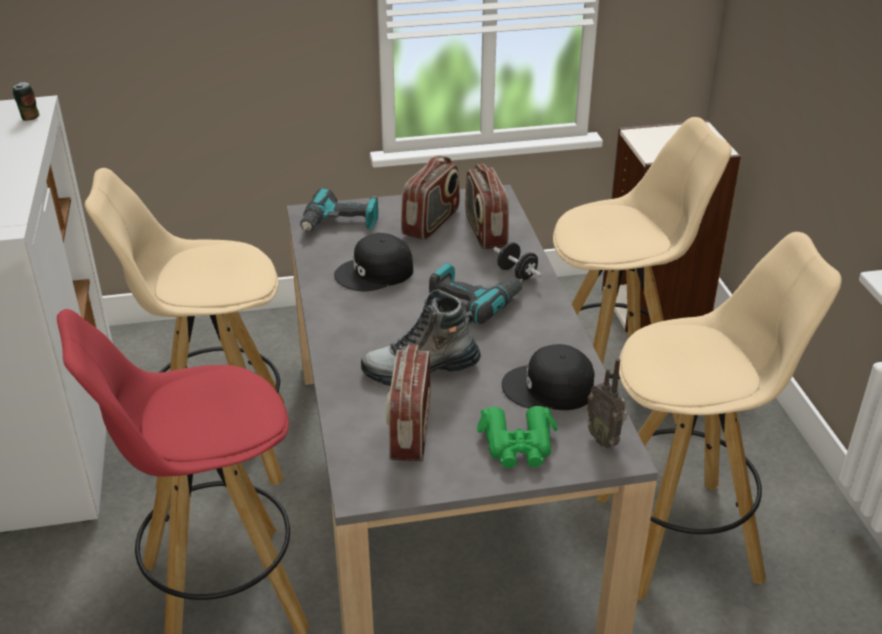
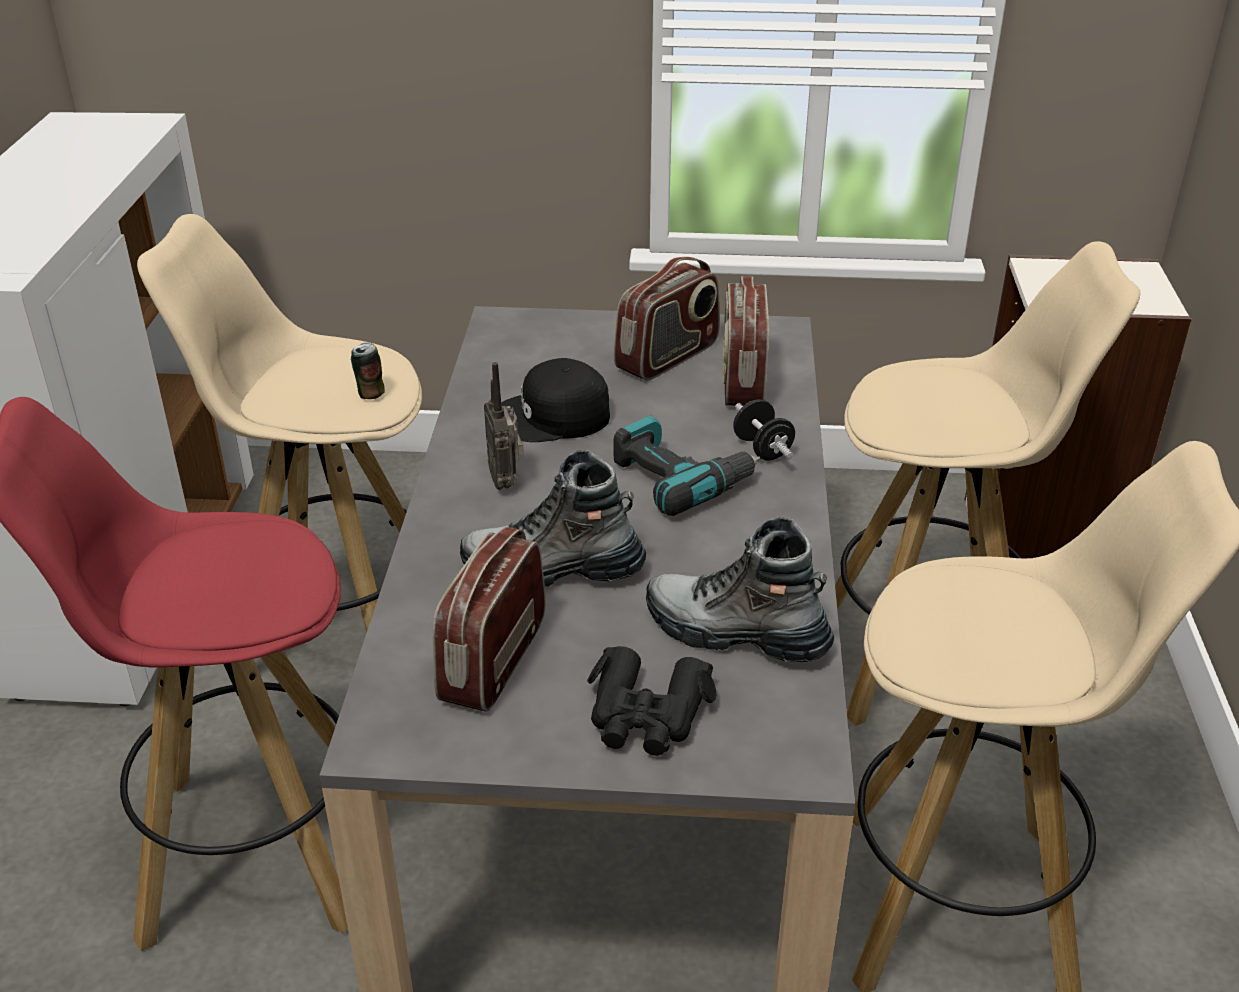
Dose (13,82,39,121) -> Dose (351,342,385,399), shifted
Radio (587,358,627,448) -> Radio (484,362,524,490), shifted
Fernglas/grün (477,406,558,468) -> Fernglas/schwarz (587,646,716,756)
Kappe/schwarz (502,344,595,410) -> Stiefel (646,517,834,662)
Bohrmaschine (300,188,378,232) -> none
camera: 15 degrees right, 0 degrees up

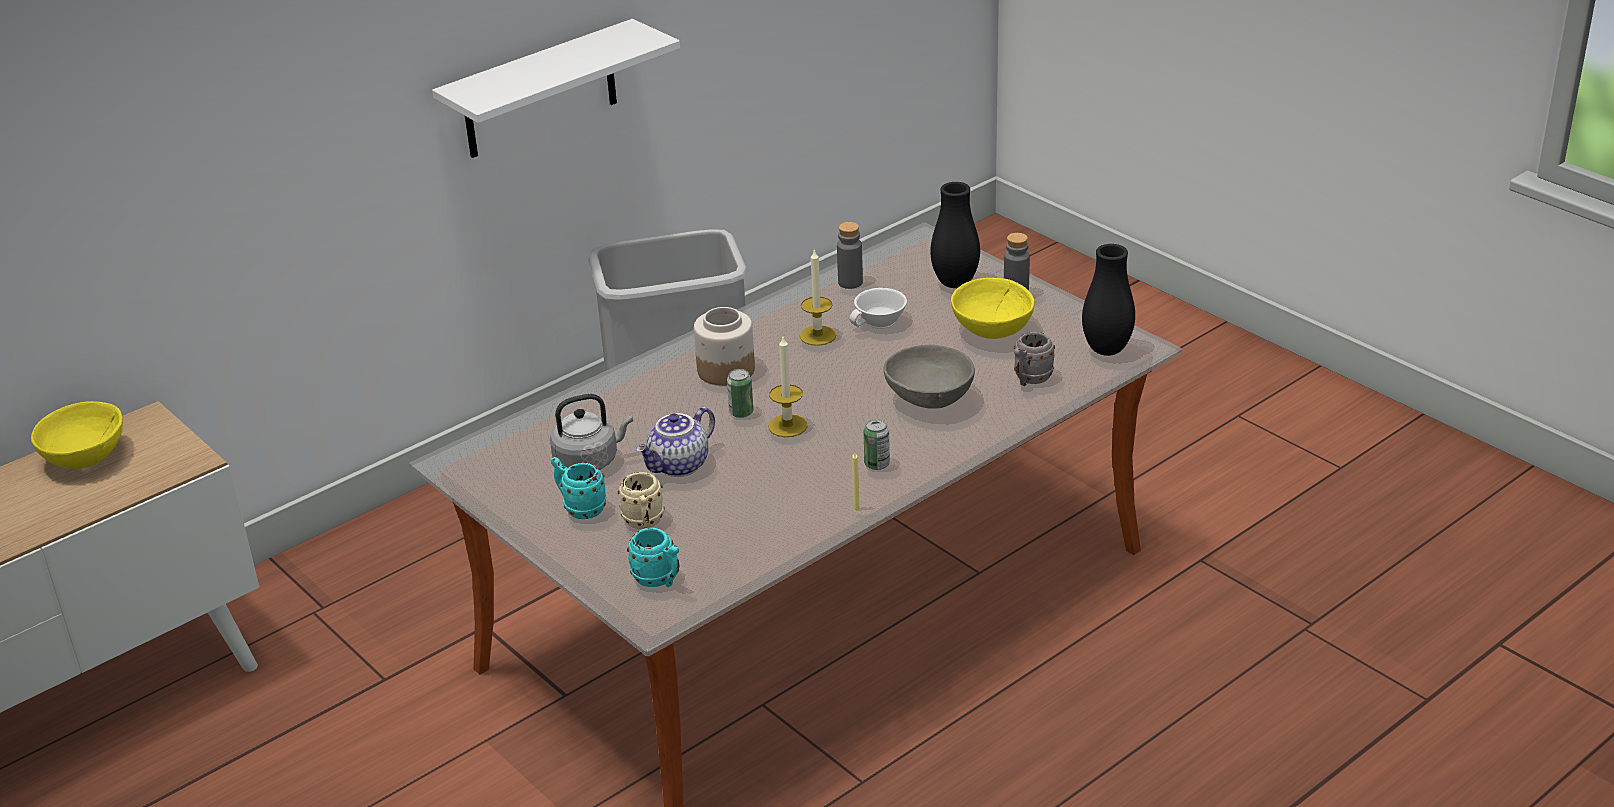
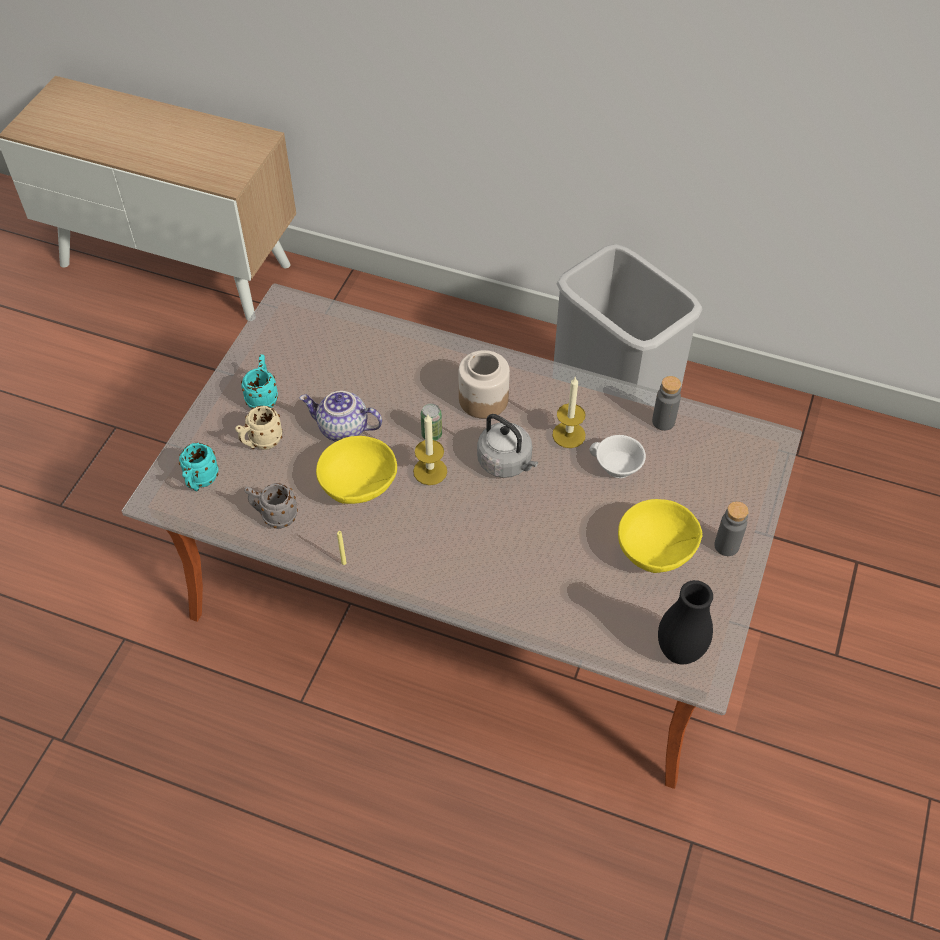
Henkelbecher/grau (1014,332,1055,386) -> Henkelbecher/grau (244,483,298,528), shifted
Schüssel/gelb (31,401,123,469) -> Schüssel/gelb (316,436,397,504), shifted
Wasserkessel/grau (550,394,633,470) -> Wasserkessel/grau (477,414,538,478), shifted
Wandregal/weiß (432,19,680,158) -> none
Dose (863,419,890,470) -> none
Schüssel/grau (883,345,975,409) -> none
Vase/schwarz (930,182,980,288) -> none
camera: 60 degrees right, 20 degrees up

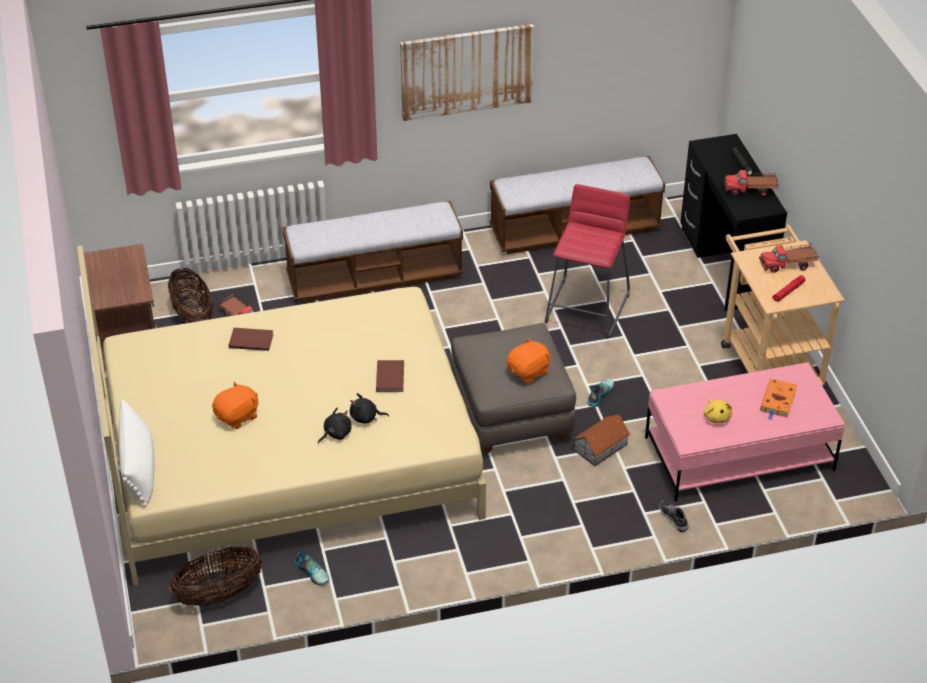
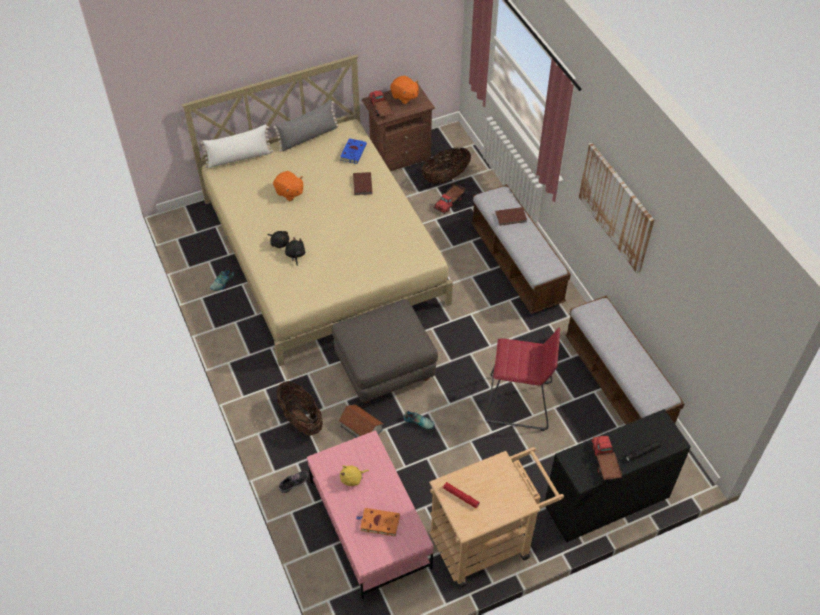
none -> Kissen/grau (273,100,339,151)
Korb (169,547,262,606) -> Korb (276,381,323,436), shifted
none -> Buch/blau (340,138,367,164)
Spielzeuglaster (759,244,819,273) -> Spielzeuglaster (369,90,393,117), shifted
Plüschtier/orange (507,338,551,383) -> Plüschtier/orange (390,75,419,104), shifted
Buch/braun (376,360,404,392) -> Buch/braun (495,207,527,226), shifted
camera: 80 degrees right, 10 degrees up

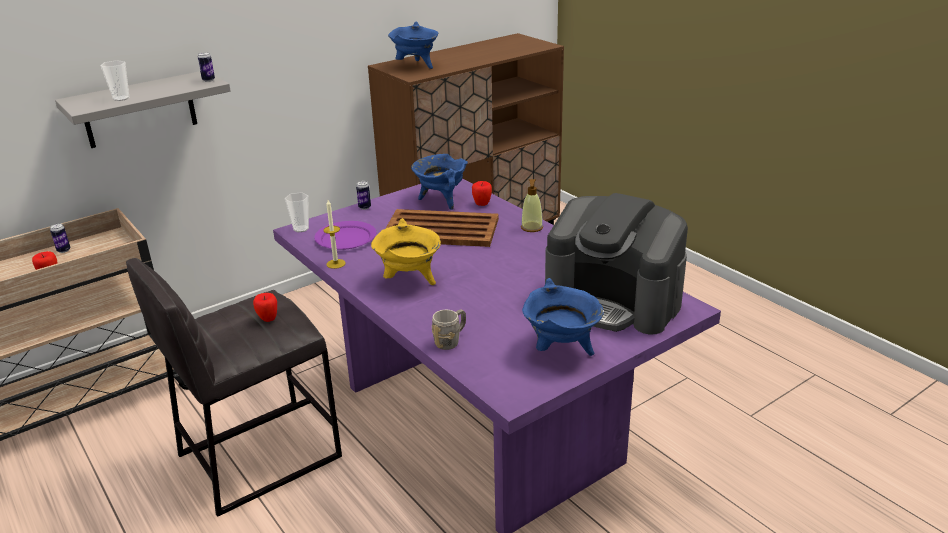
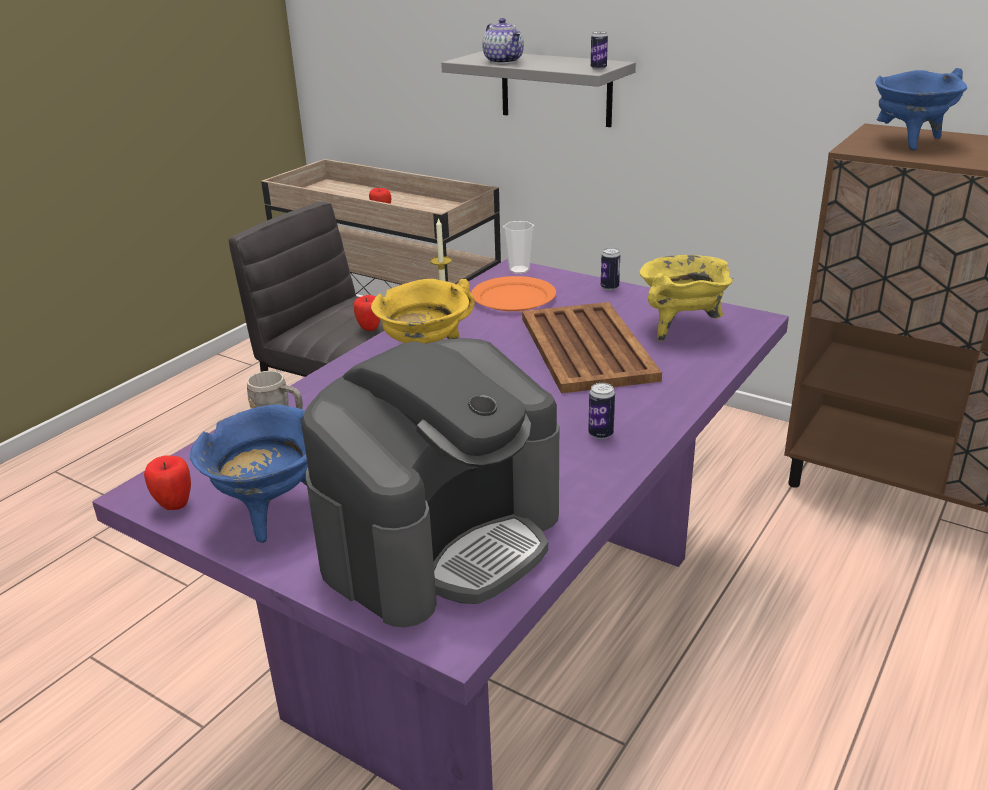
Apfel (472,181,492,206) -> Apfel (144,455,191,510), shifted
Kaffeemaschine (545,193,688,335) -> Kaffeemaschine (302,338,559,627), 150 degrees counterclockwise
Teller/lila (314,221,376,250) -> Teller/orange (471,276,556,311)
Tasse (101,60,129,101) -> Teekanne (482,18,524,64)
Dose (50,223,71,253) -> Dose (588,383,615,439), shifted
Kochtopf/blau (411,154,468,210) -> Kochtopf/gelb (639,255,734,341)
Seifenspender (521,179,543,232) -> none
camera: 70 degrees right, 0 degrees up

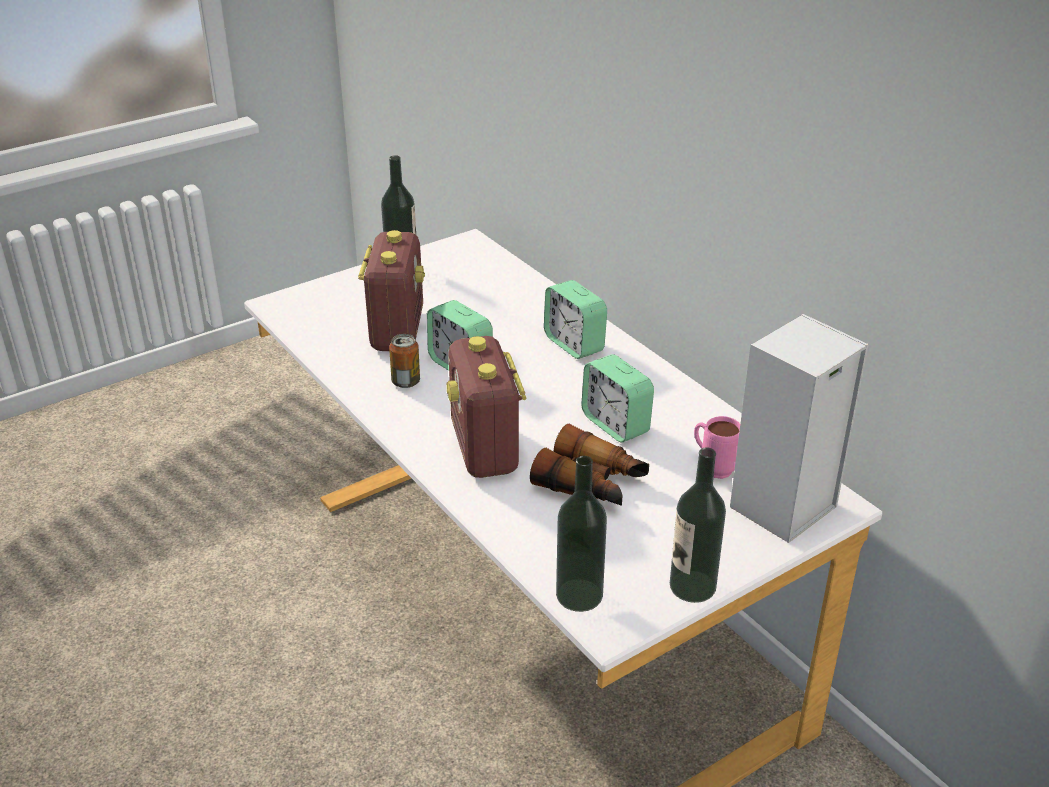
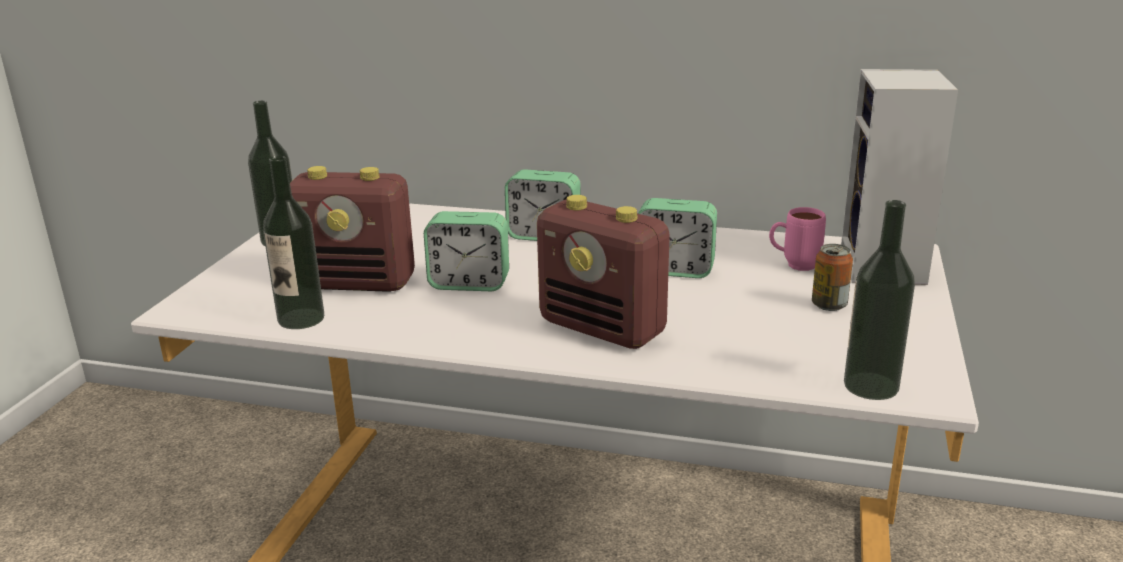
Flasche (670,448,726,603) -> Flasche (263,156,324,329), shifted
Radio (358,230,425,351) -> Radio (290,166,415,292), 135 degrees clockwise
Dose (389,334,420,388) -> Dose (812,244,853,311), shifted
Fernglas (530,424,649,506) -> none
camera: 40 degrees left, 10 degrees down

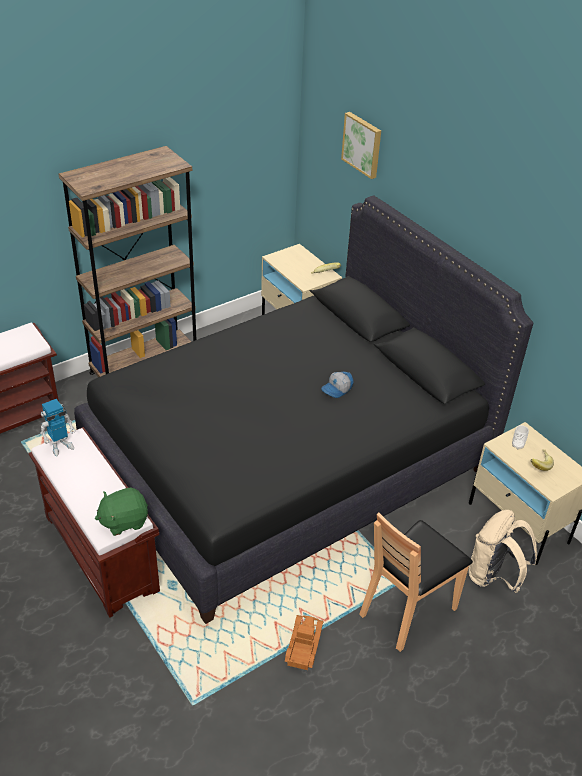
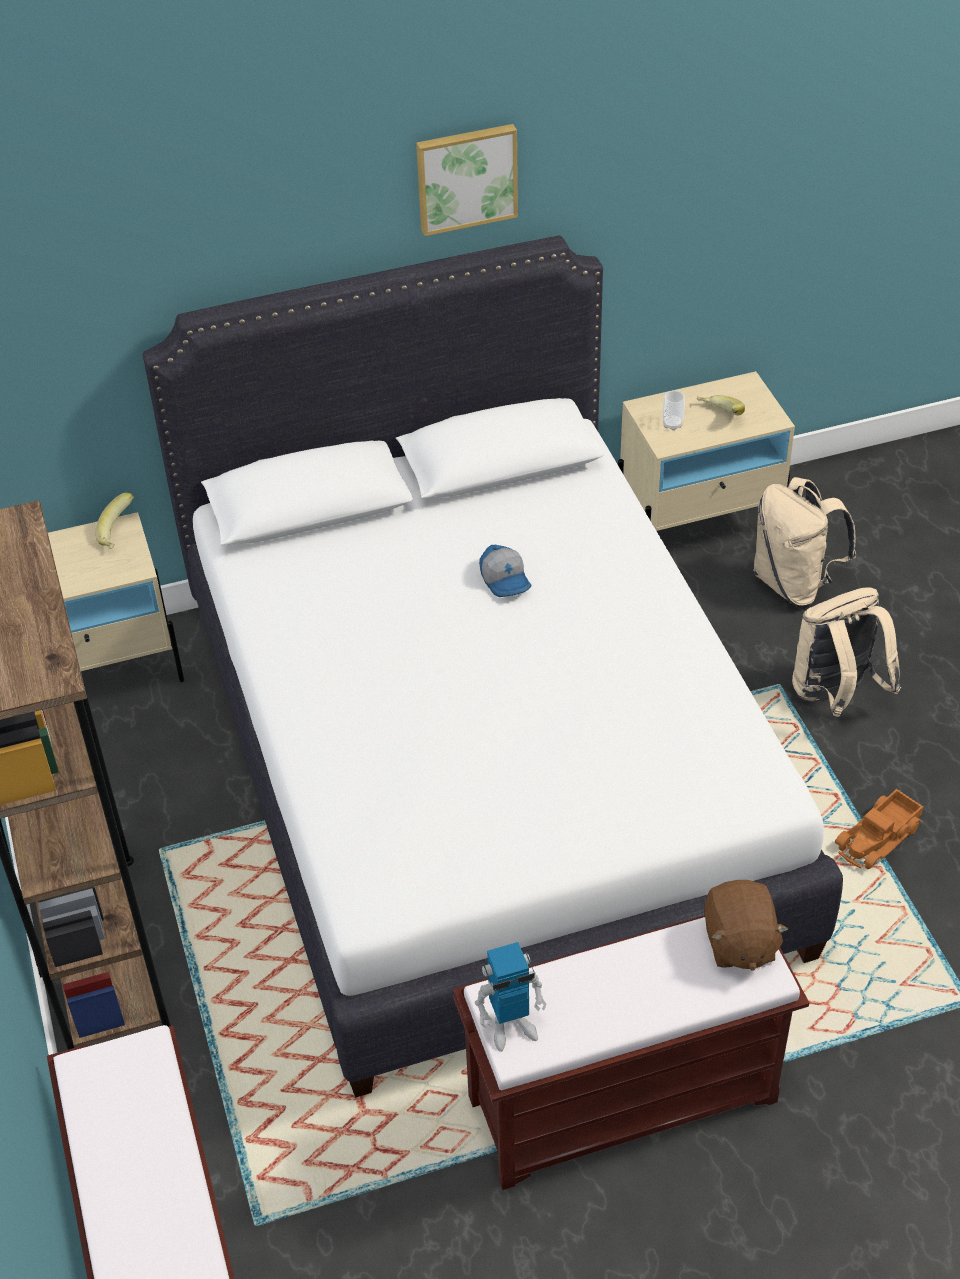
Bett/schwarz (74,195,534,624) -> Bett/weiß (143,235,843,1098)
Bild (341,112,381,179) -> Bild (416,124,518,236), shifted
Spielzeugroboter (40,399,76,456) -> Spielzeugroboter (475,942,547,1052), 90 degrees clockwise
Plüschtier/grün (95,487,148,536) -> Plüschtier/braun (704,880,788,971)
Stuhl/braun (359,513,473,652) -> Rucksack/beige (792,587,901,717)
Spielzeuglaster (285,615,324,670) -> Spielzeuglaster (835,789,923,869), 75 degrees counterclockwise
camera: 70 degrees left, 5 degrees up

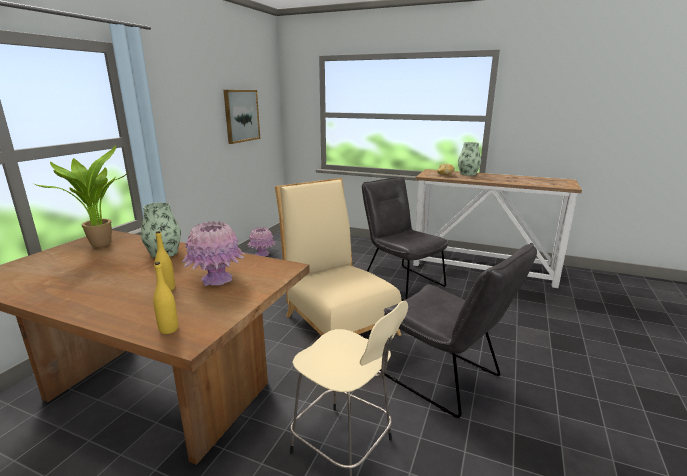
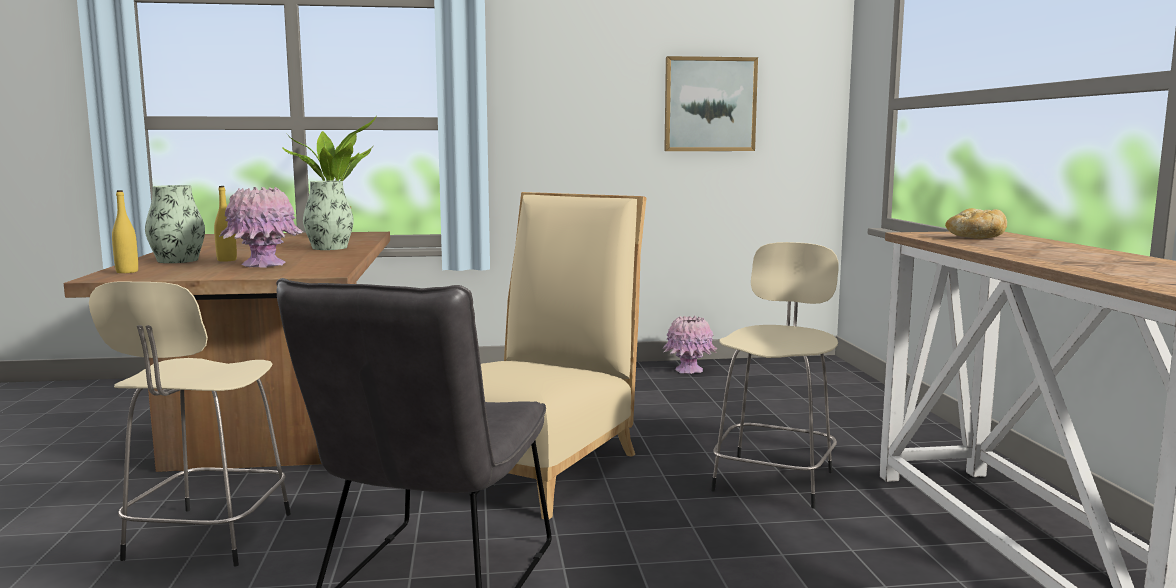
Vase (458,142,481,176) -> Vase (145,185,205,263), shifted
Stuhl/grau (362,177,449,301) -> Hocker/beige (711,242,839,509)
camera: 60 degrees right, 10 degrees down

